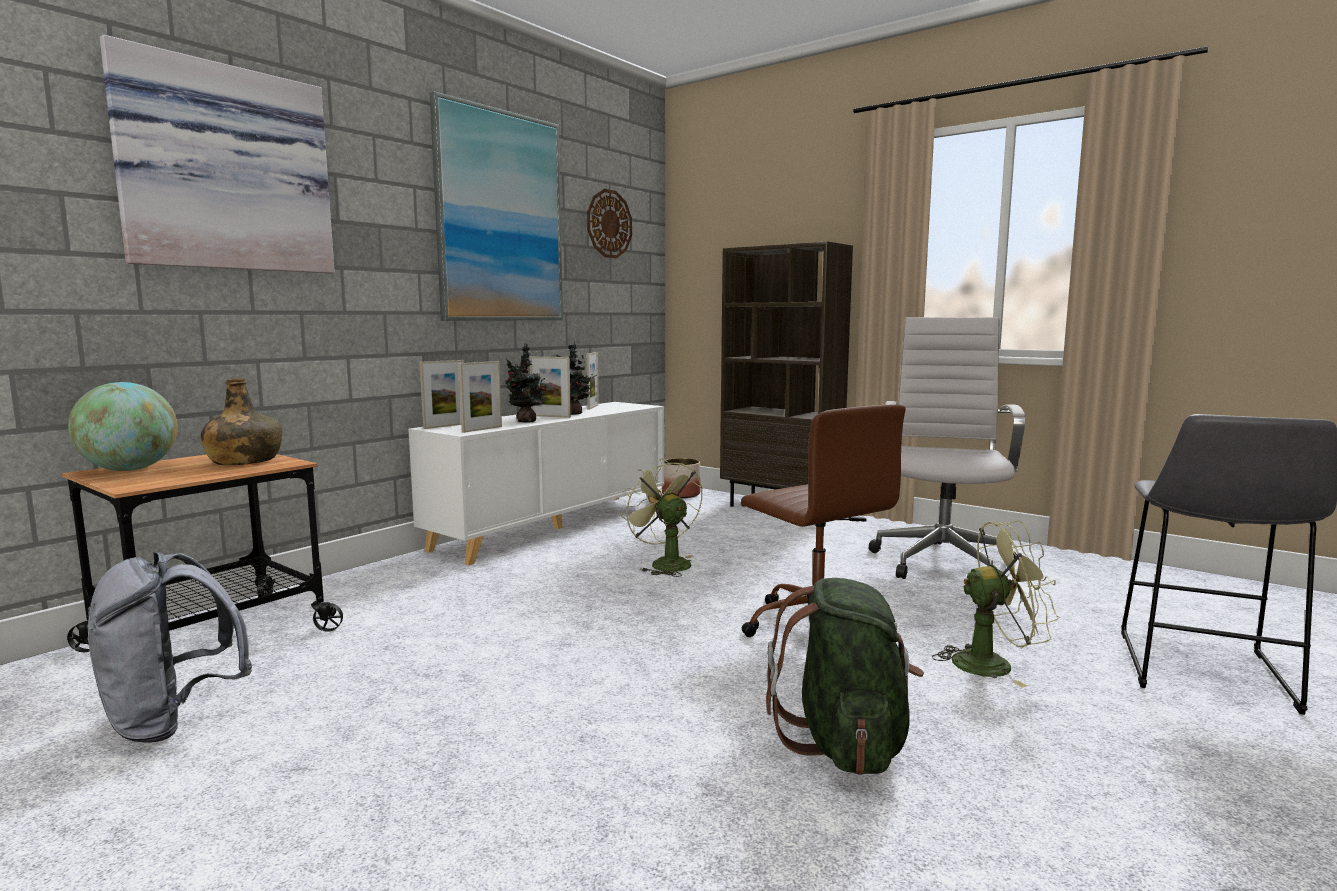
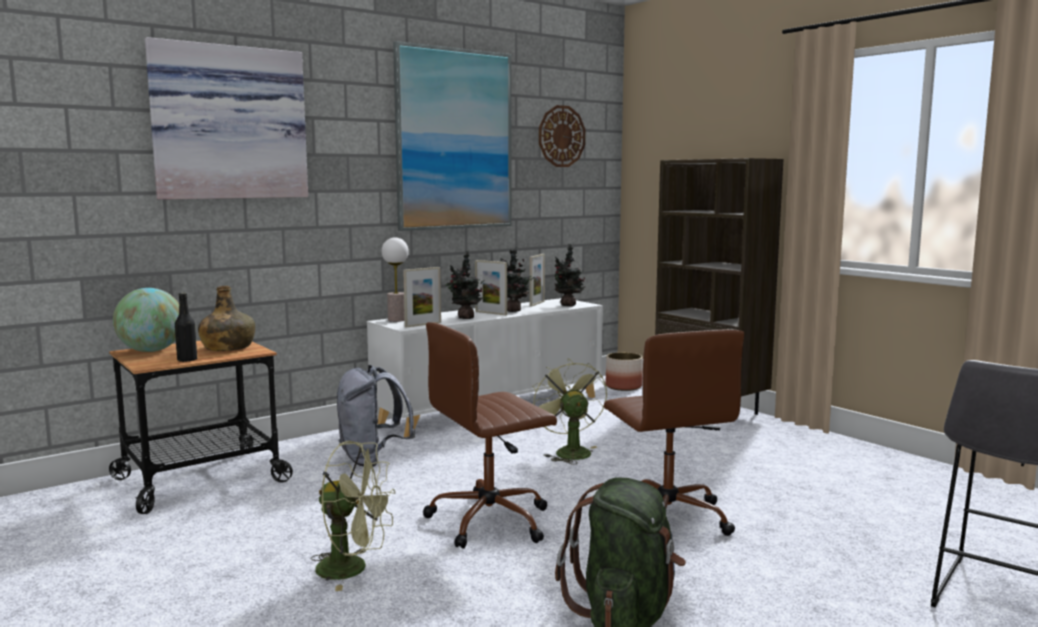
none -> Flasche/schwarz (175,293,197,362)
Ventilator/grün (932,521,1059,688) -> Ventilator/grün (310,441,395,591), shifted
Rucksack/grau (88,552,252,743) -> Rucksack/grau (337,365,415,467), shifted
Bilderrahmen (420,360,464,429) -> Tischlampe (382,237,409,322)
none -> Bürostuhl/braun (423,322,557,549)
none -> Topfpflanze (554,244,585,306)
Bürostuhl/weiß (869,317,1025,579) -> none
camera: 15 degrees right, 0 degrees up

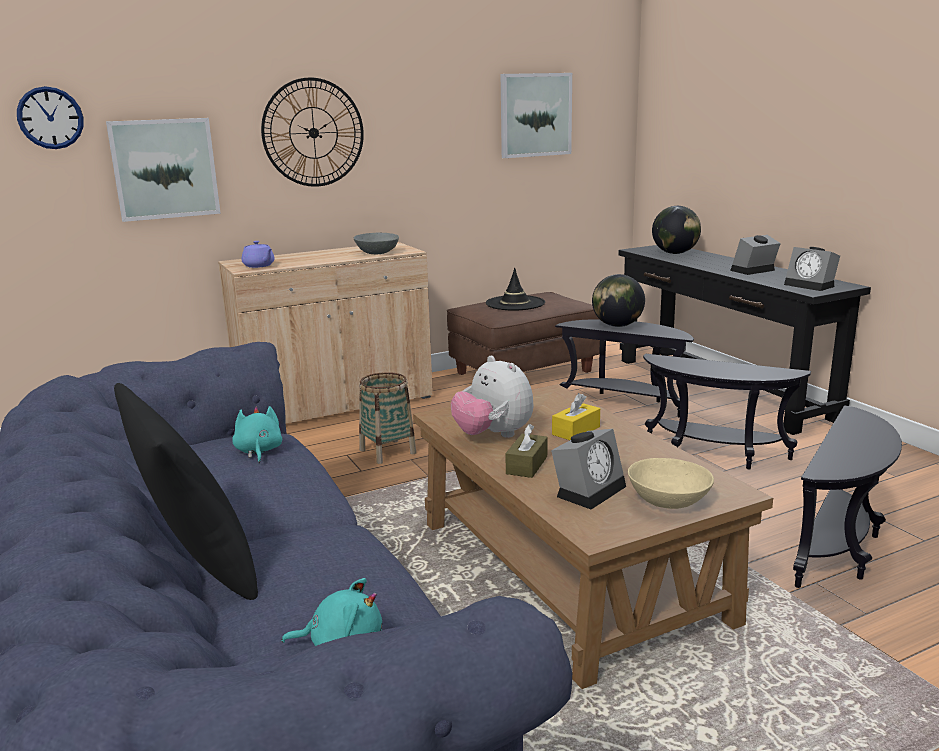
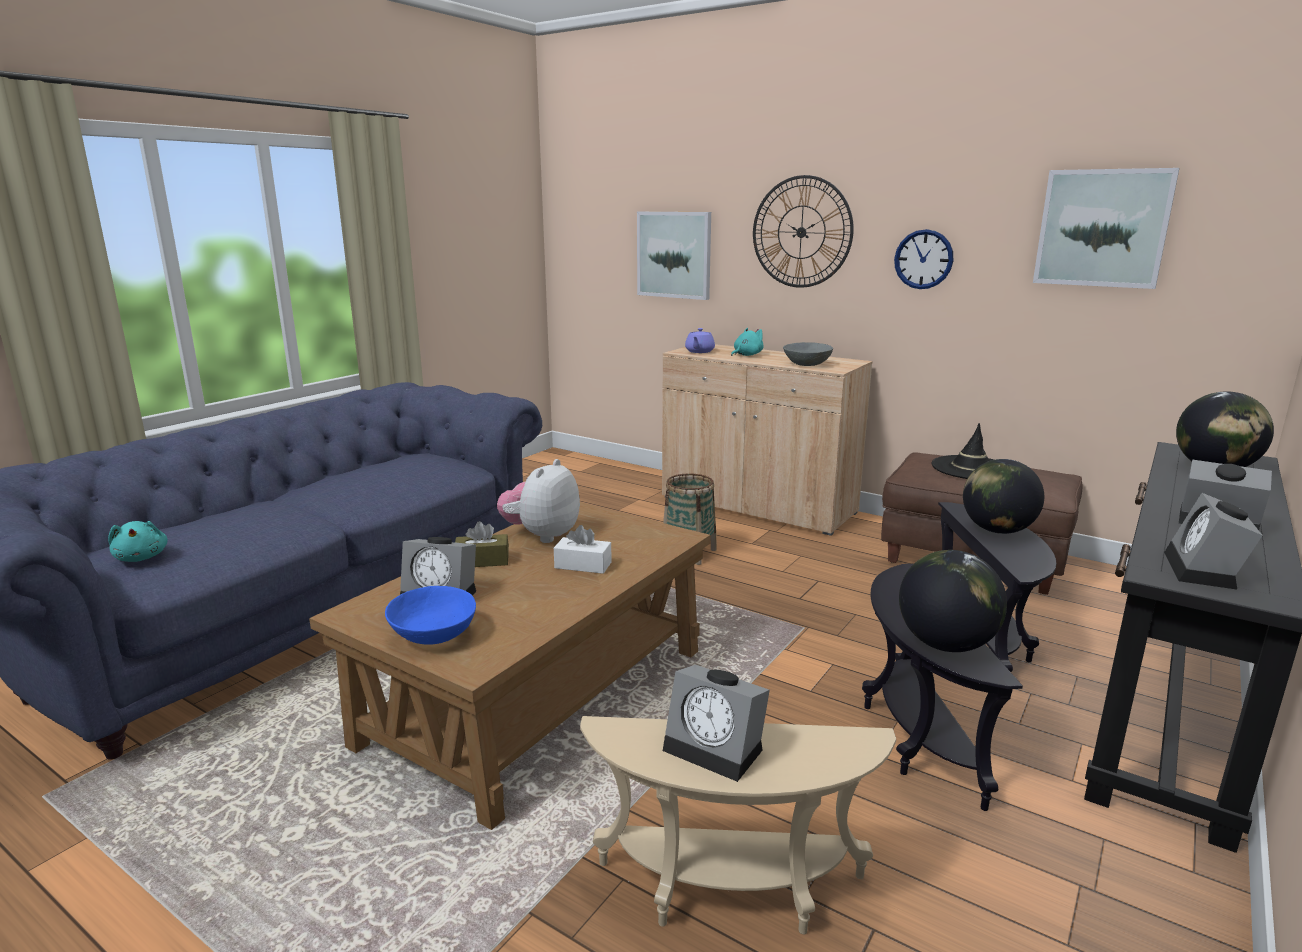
Schüssel/beige (628,458,714,509) -> Schüssel/blau (385,586,476,645)
Taschentuchbox/gelb (552,393,600,440) -> Taschentuchbox/weiß (554,525,612,574)
Beistelltisch/schwarz (793,405,902,588) -> Beistelltisch/beige (580,716,896,934)
none -> Wecker (663,665,770,782)
Plüschtier/türkis (232,406,282,463) -> Plüschtier/türkis (731,328,763,356), shifted
Wanduhr (17,86,83,149) -> Wanduhr (894,229,954,289), shifted
none -> Globus (899,550,1007,652)
Kissen/schwarz (114,383,258,600) -> none
camera: 60 degrees right, 0 degrees up

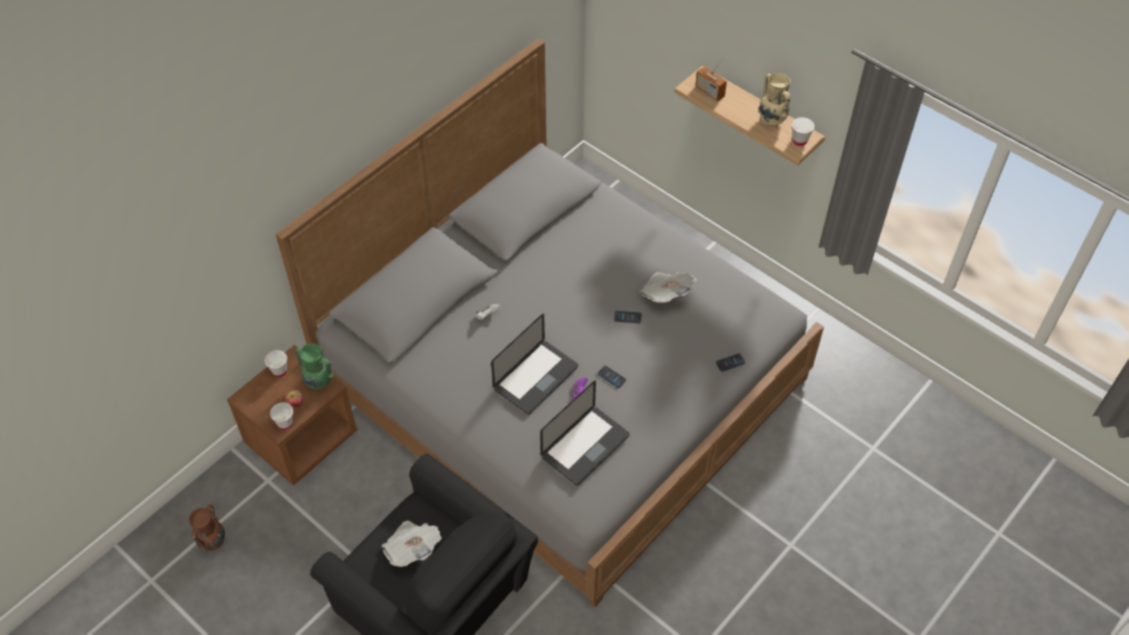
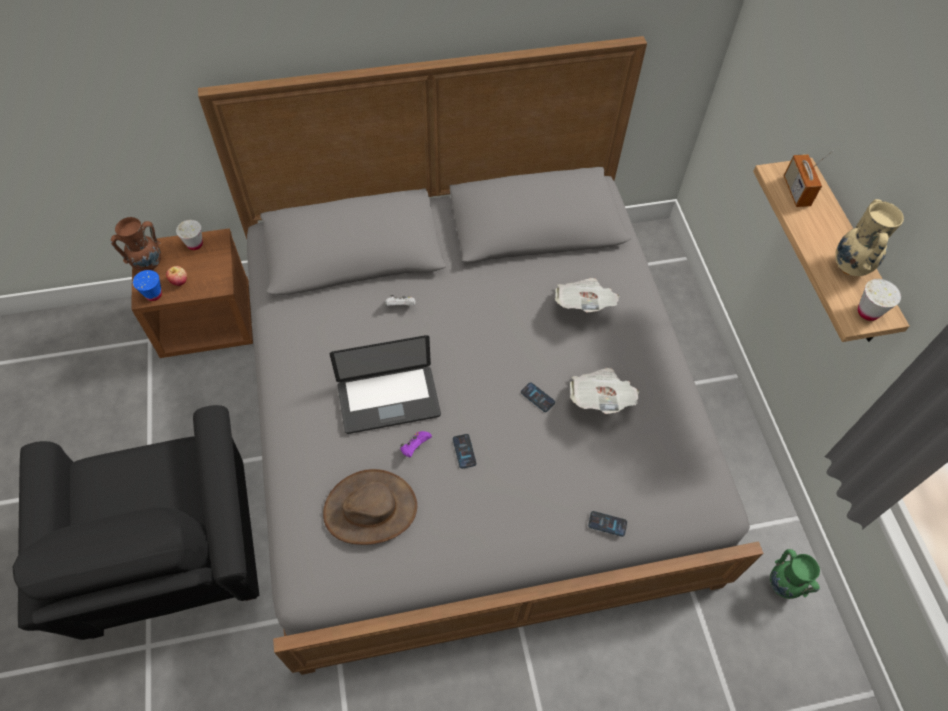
Vase/braun (189,505,225,551) -> Vase/braun (111,217,161,271), shifted
Tasse/weiß (270,402,293,430) -> Tasse/blau (133,270,162,301)
Laptop (540,380,630,485) -> Hut/braun (323,469,417,545)
Zeitung (381,521,442,567) -> Zeitung (555,278,620,312), shifted
Vase/grün (295,344,333,389) -> Vase/grün (770,549,820,599), shifted
camera: 35 degrees right, 5 degrees up

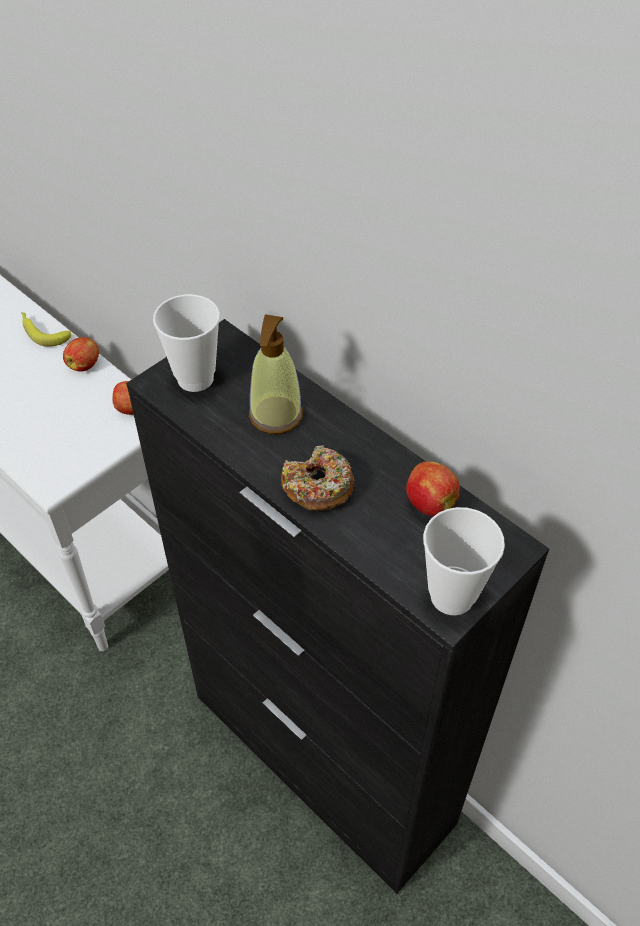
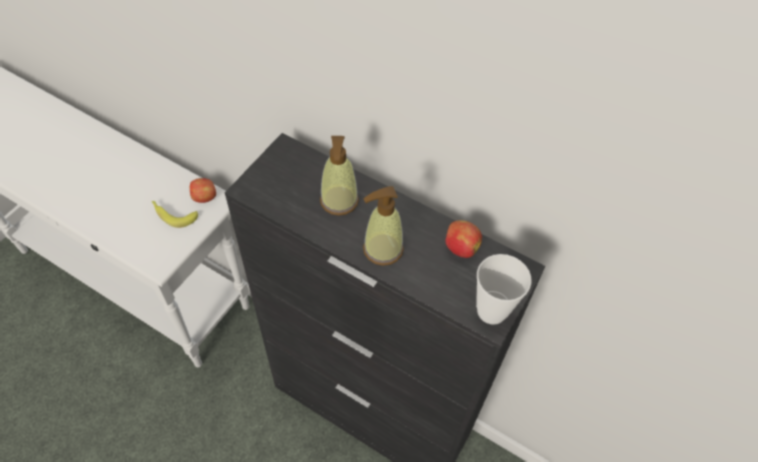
Banane (21,312,71,347) -> Banane (151,201,198,228), shifted
Donut (281,446,355,511) -> Seifenspender (363,186,404,266)
Apfel (63,337,99,372) -> none
Tasse (153,294,220,392) -> none
camera: 15 degrees left, 5 degrees up

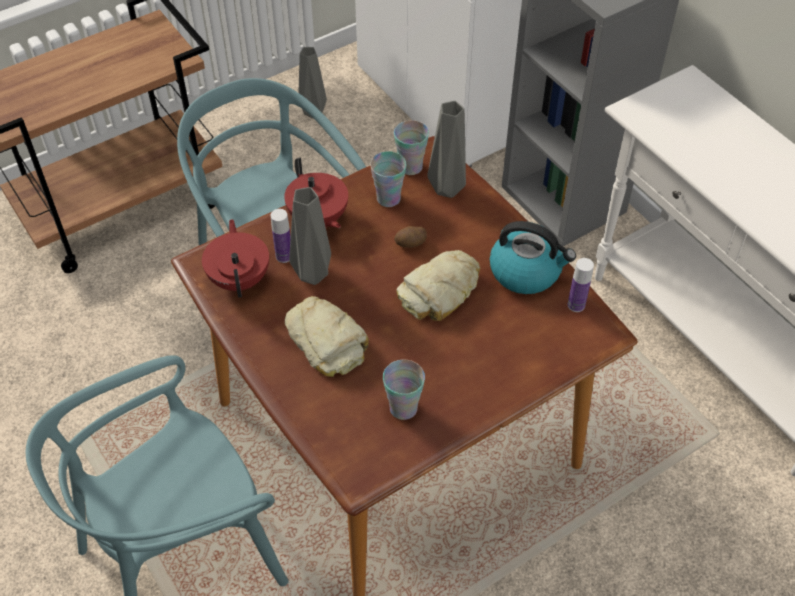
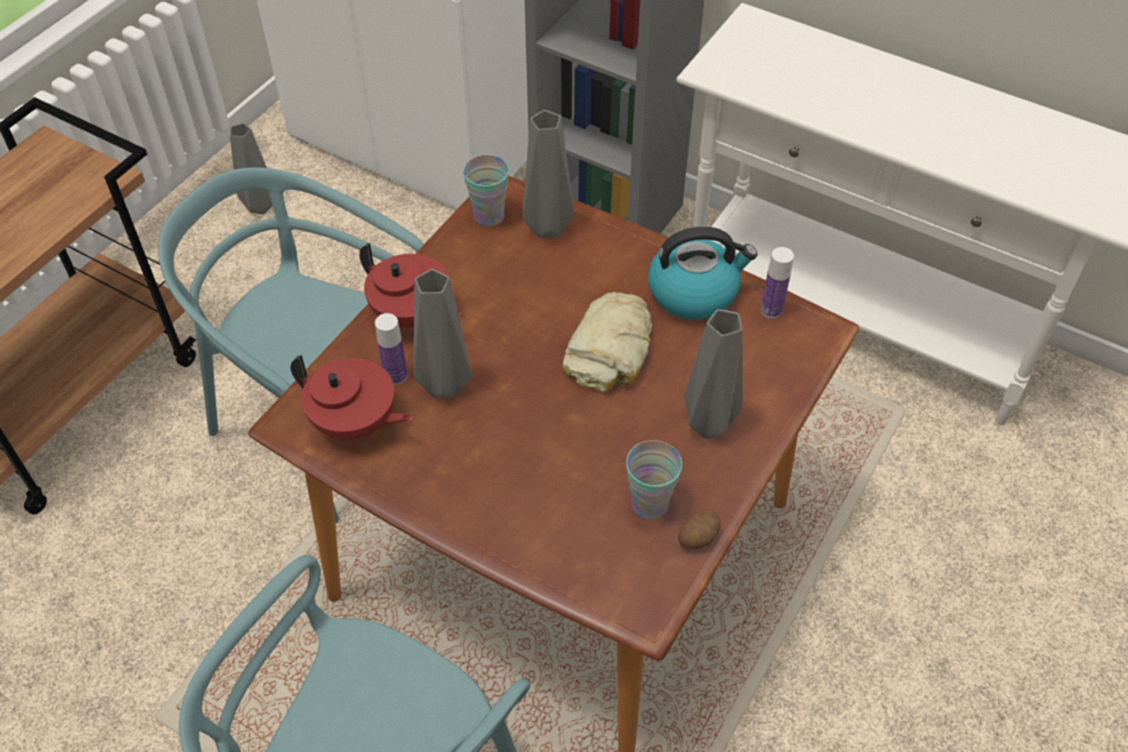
Teekanne/rot (202,219,269,298) -> Teekanne/rot (291,355,411,440), 150 degrees clockwise
Kartoffel (394,226,427,248) -> Kartoffel (678,509,721,549), shifted
none -> Vase/grau (684,309,743,439)
Brot (285,296,369,377) -> none
Tasse (370,151,406,207) -> none
camera: 25 degrees left, 0 degrees up

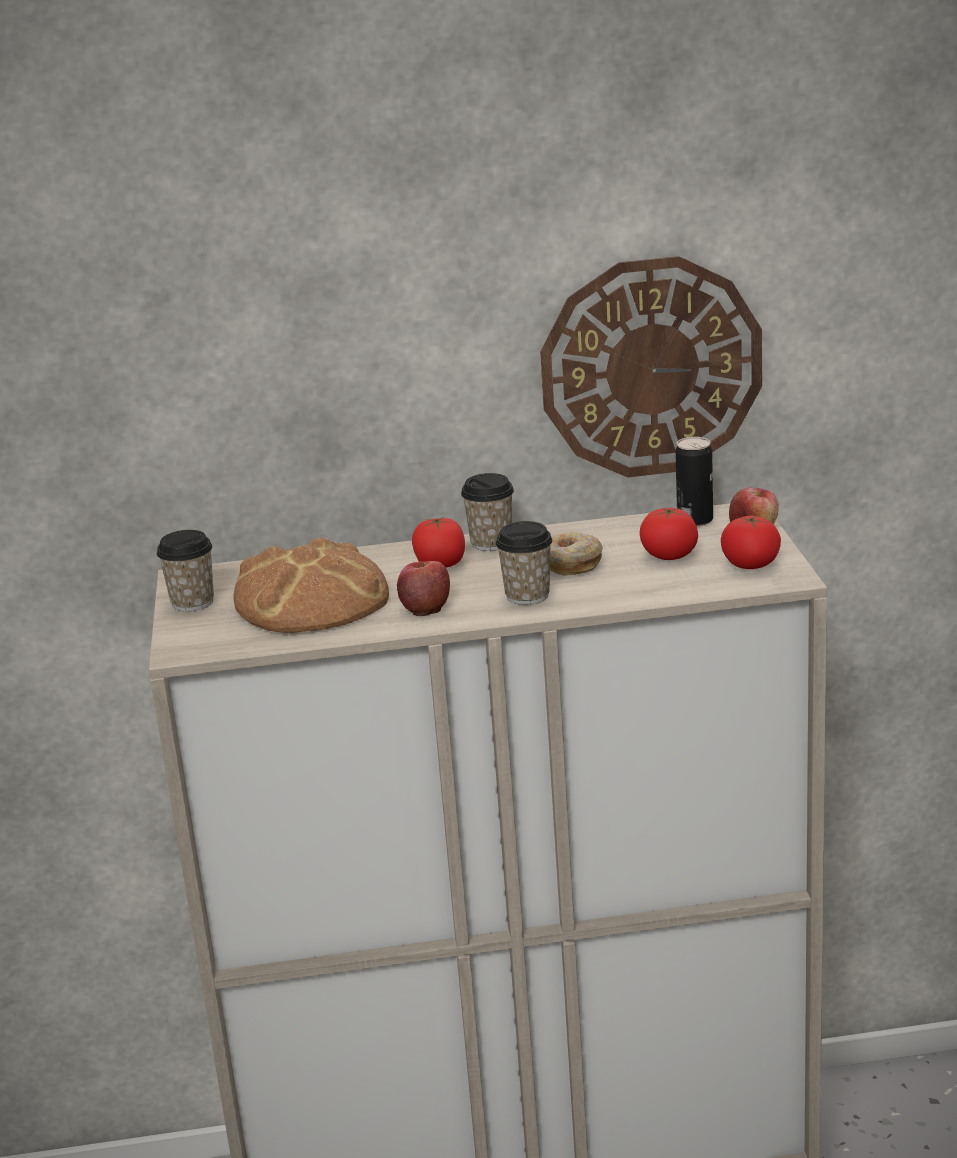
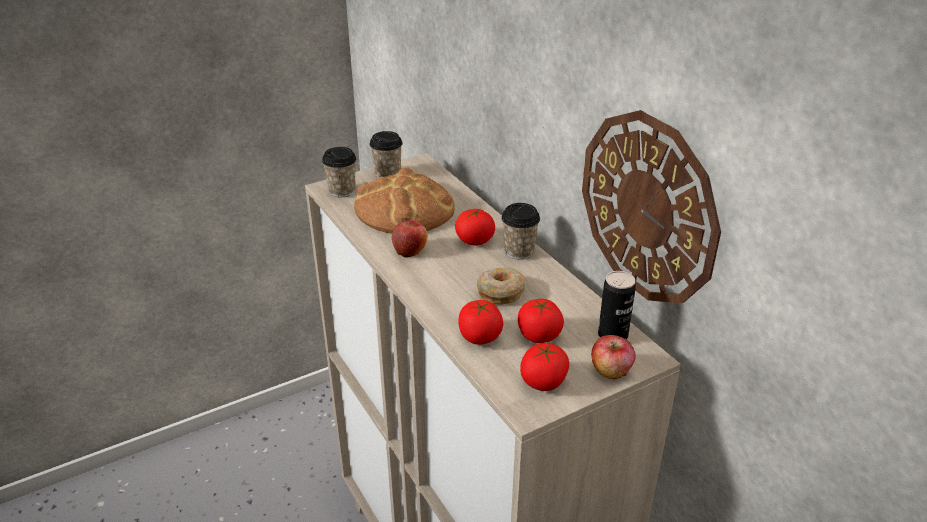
Tasse (496,521,553,605) -> Tasse (322,147,356,197), shifted
none -> Tomate (458,300,503,345)
camera: 65 degrees right, 10 degrees up

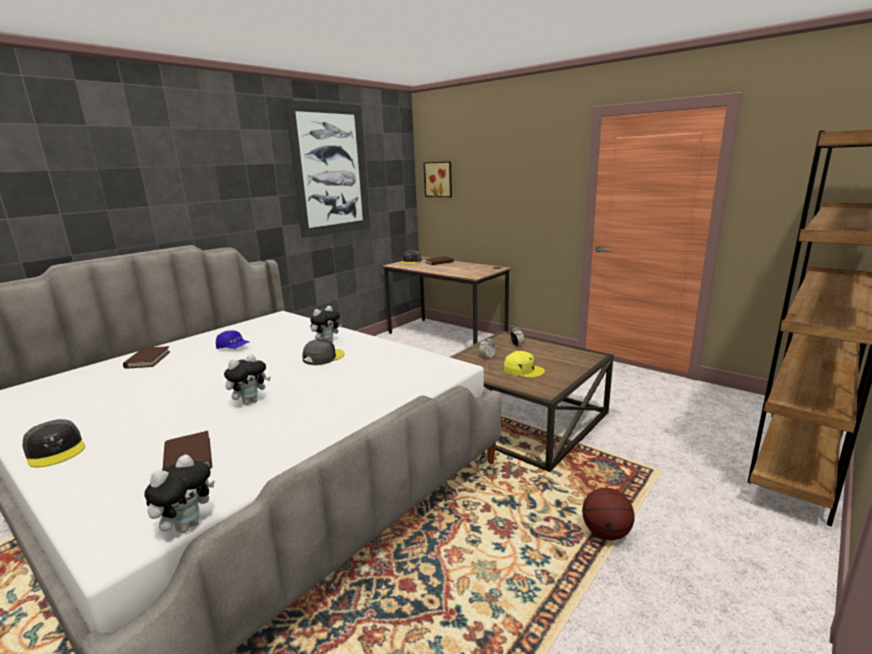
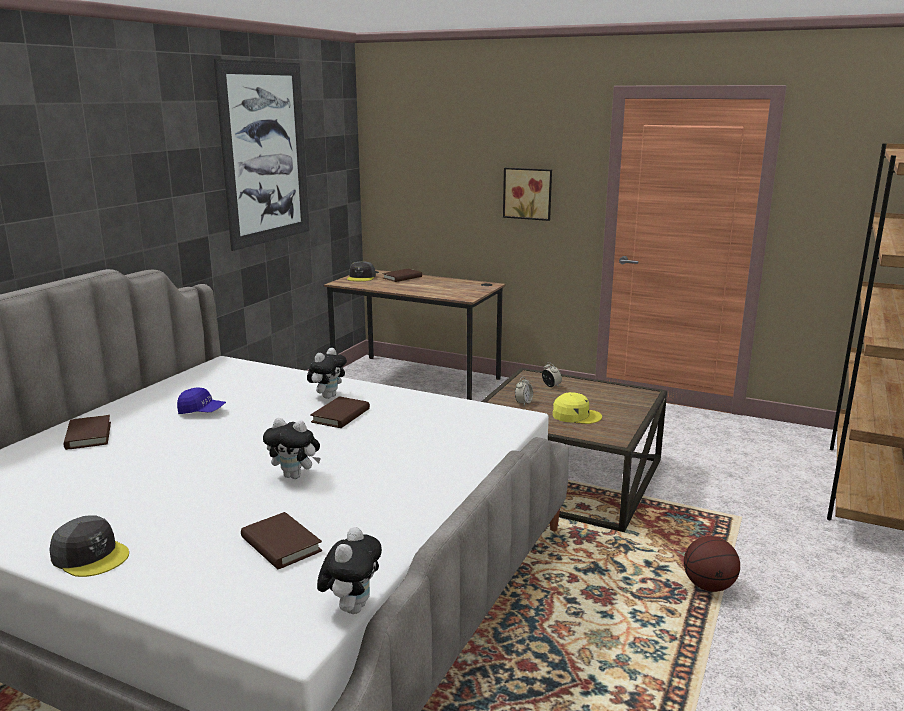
Plüschtier (224,354,271,405) -> Plüschtier (263,418,321,479), 75 degrees clockwise
Kappe/grau (302,339,345,365) -> Buch/braun (310,396,370,428)
Bild (424,161,452,197) -> Bild (503,168,552,221), shifted
camera: 15 degrees left, 0 degrees up

